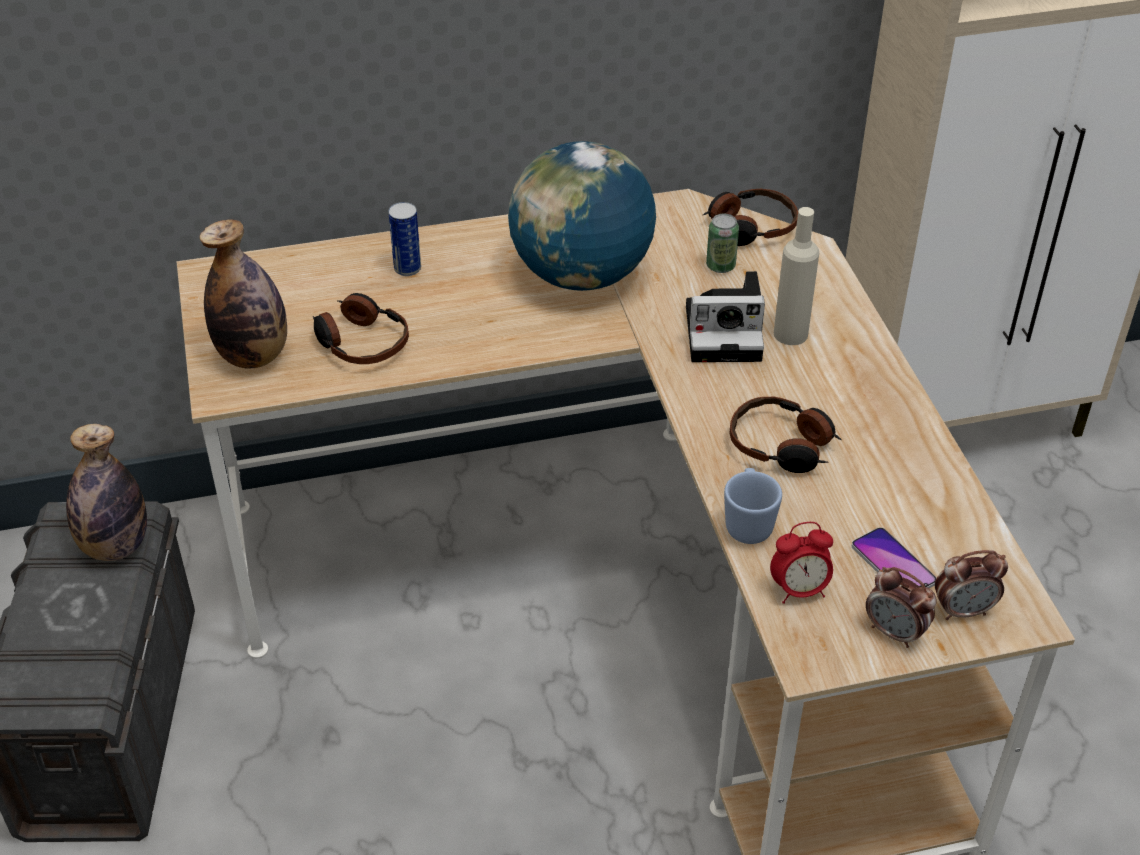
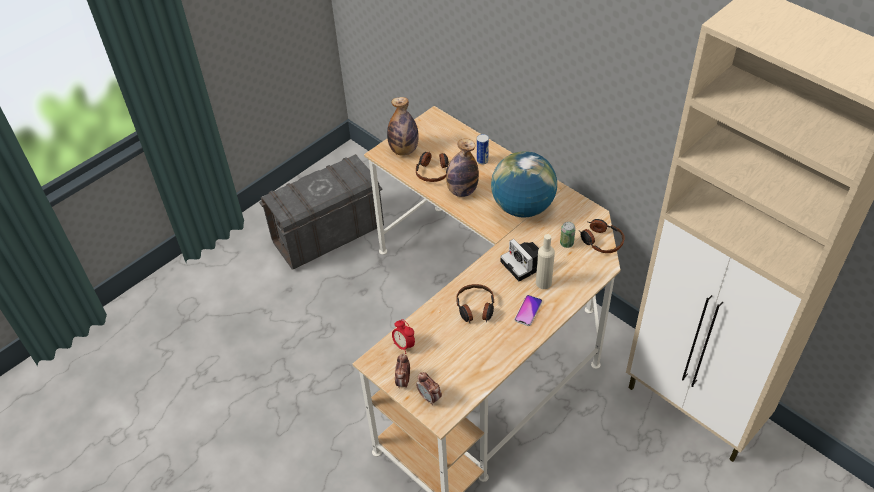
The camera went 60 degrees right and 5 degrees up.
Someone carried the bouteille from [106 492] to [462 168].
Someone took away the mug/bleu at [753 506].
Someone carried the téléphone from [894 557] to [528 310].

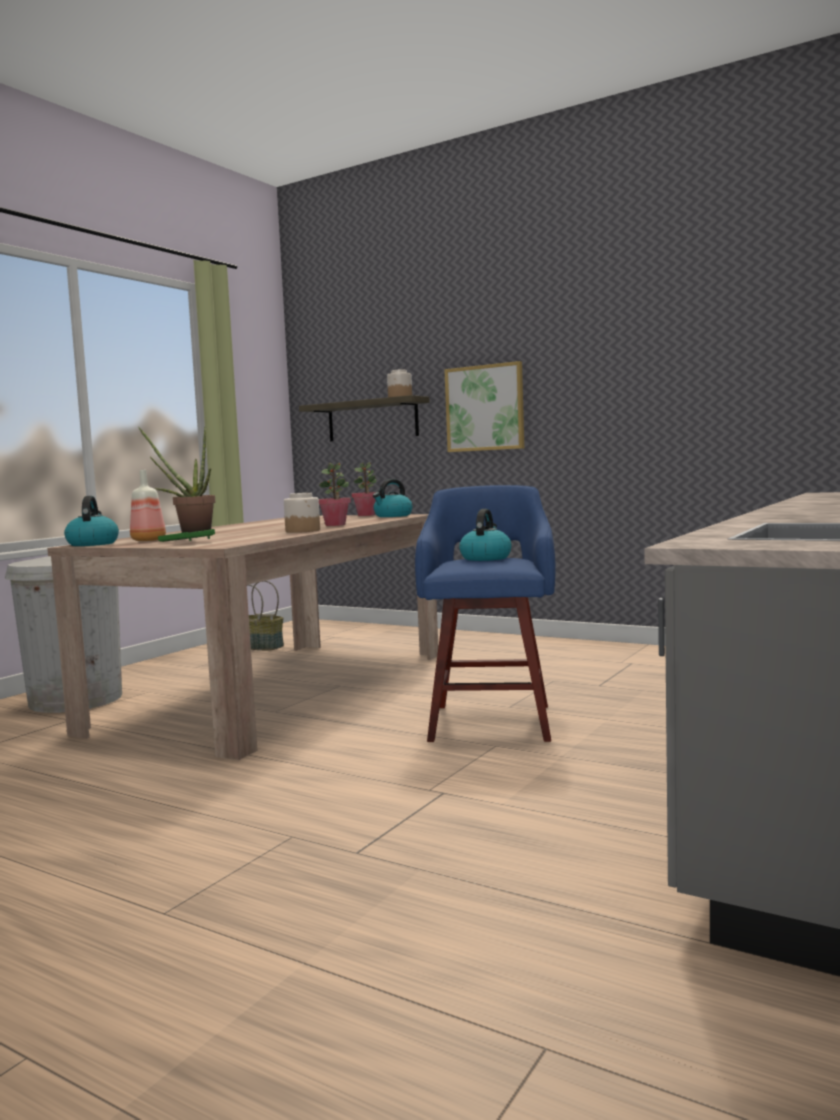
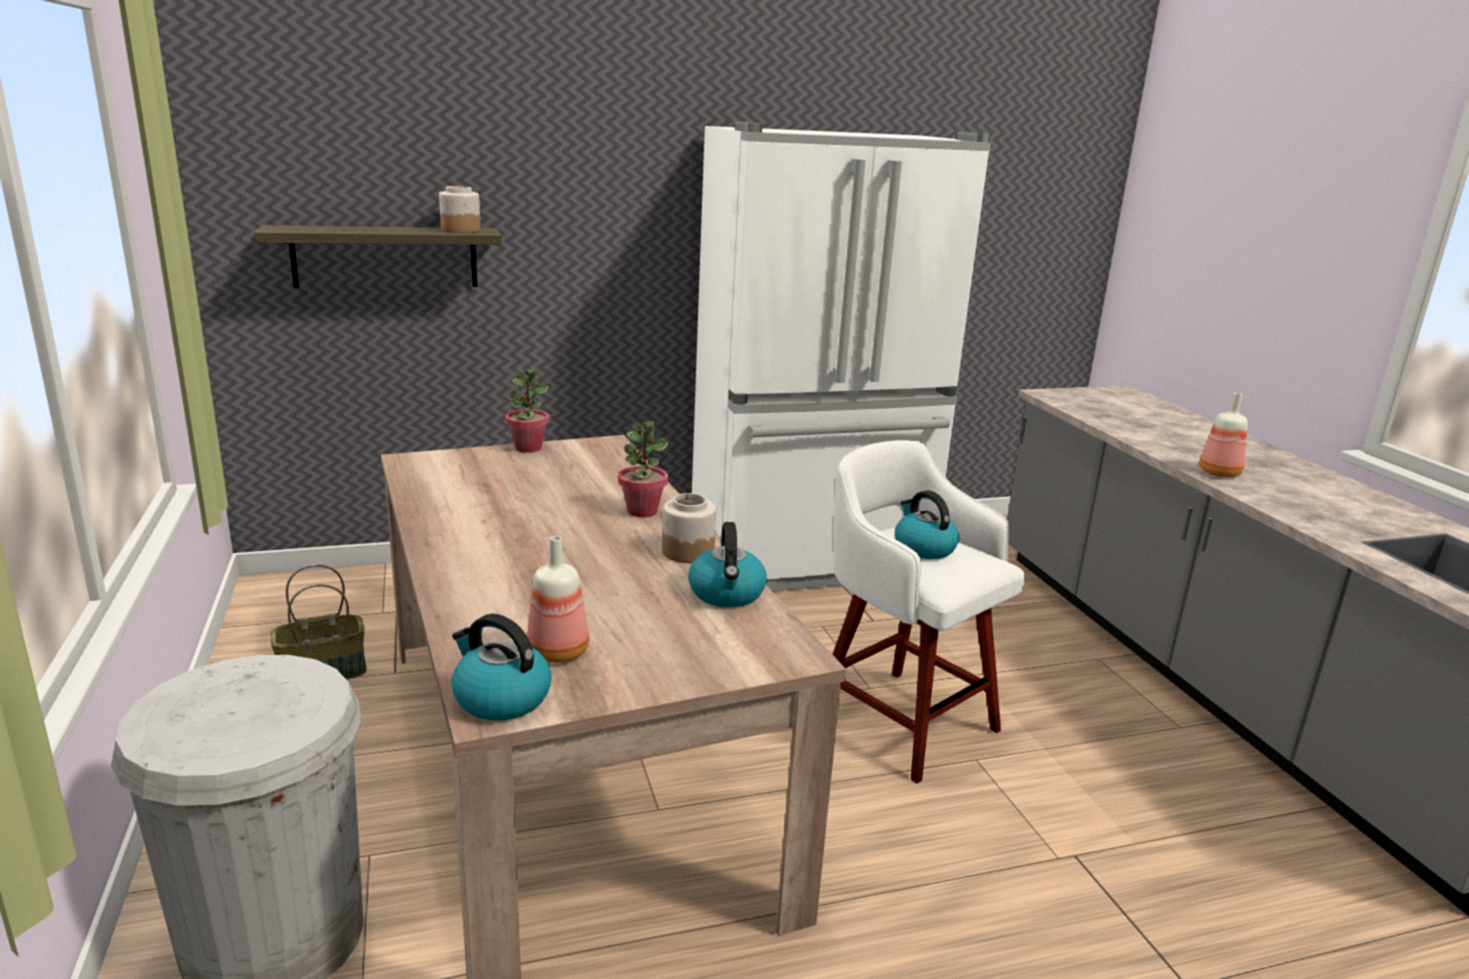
The camera went 50 degrees left and 15 degrees up.
Someone took away the plante en pot at [176 480].
Someone took away the plateau/vert at [186 535].
Someone carried the bouilloire from [392 498] to [727 565].
Someone repainted the tabouret/bleu at [485 613], which became the tabouret/blanc at [929 612].
Someone took away the tableau at [484 406].
Someone put down the réfrigérateur/blanc at [841 356].
Someone put down the bouteille at [1223 435].

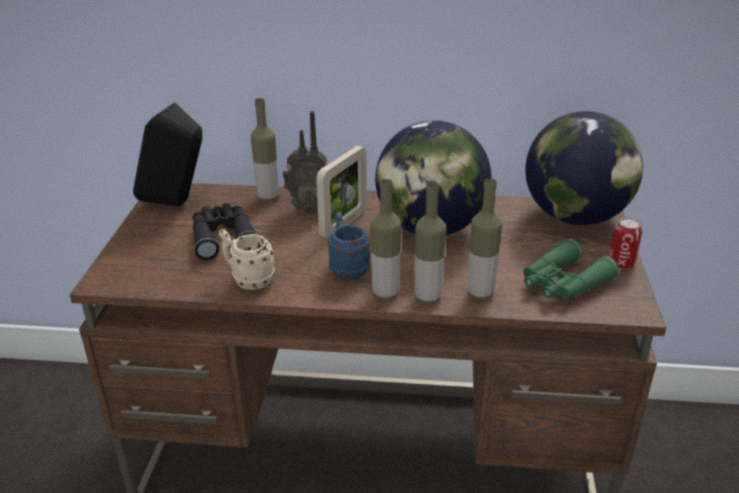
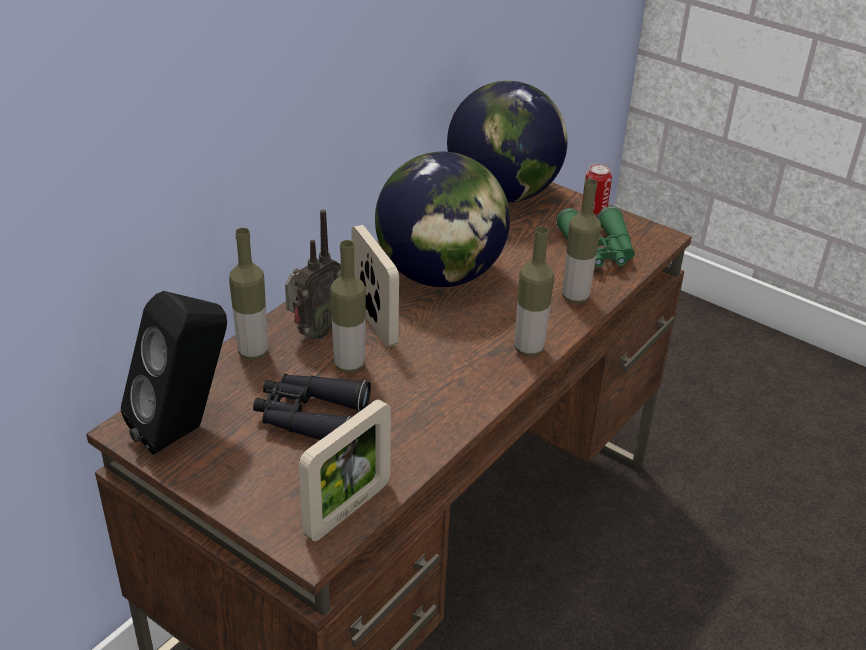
The camera went 60 degrees left and 5 degrees up.
Someone took away the mug/beige at [247 259].
Someone took away the mug/bleu at [349 246].
Someone carried the bouteille from [430 243] to [348 306].
Someone put down the cadre photo at [345 470].

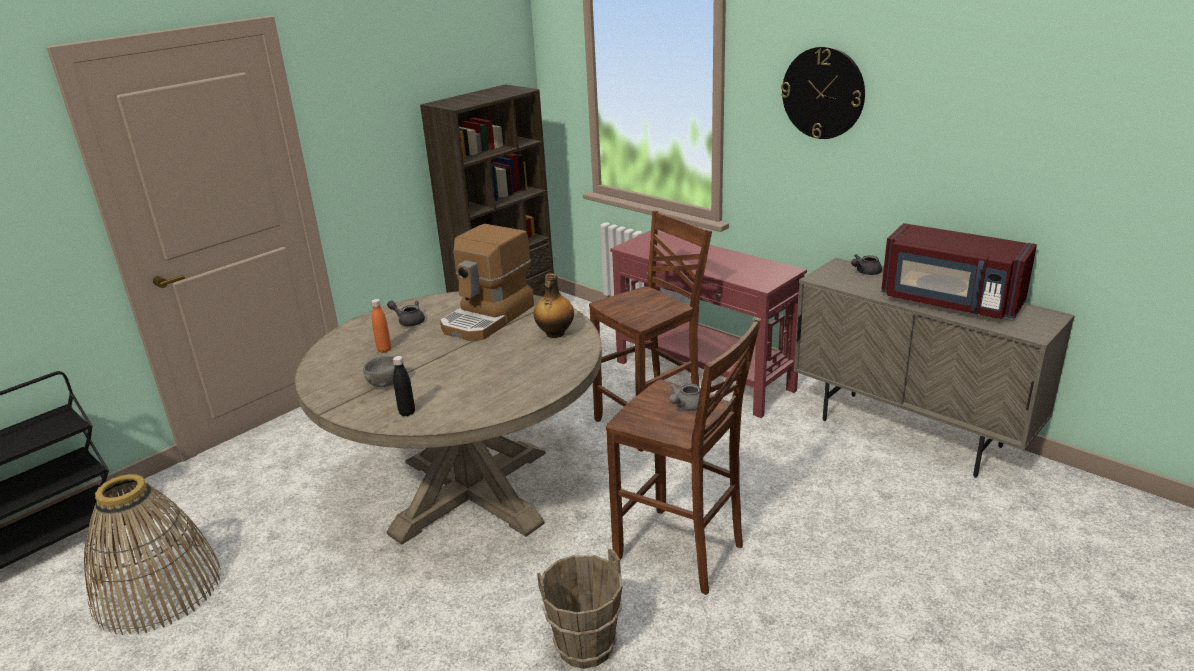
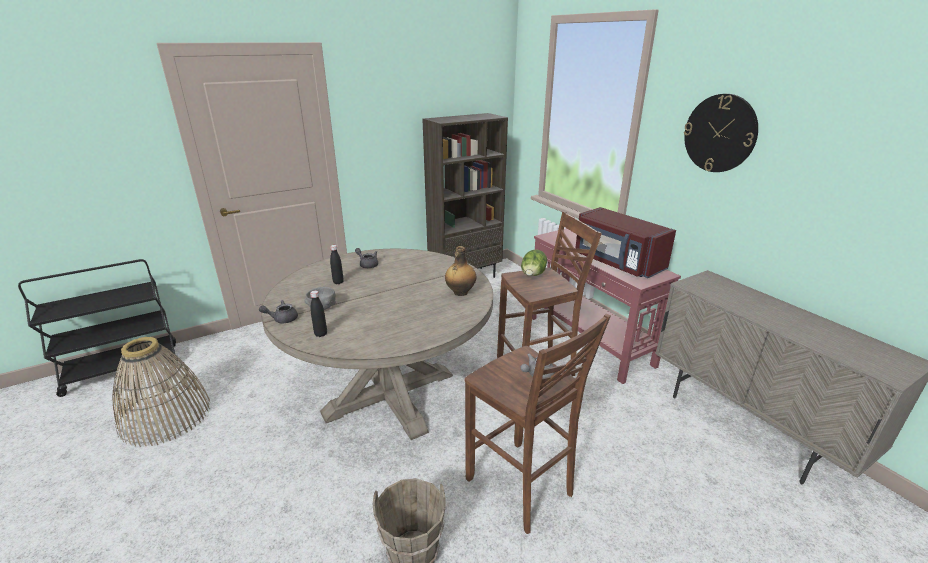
The camera went 15 degrees right and 0 degrees up.
Someone repainted the bouteille/orange at [381 326], which became the bouteille/noir at [337 264].
Someone took away the machine à café at [487 282].
Someone carried the théière/gris from [866 264] to [278 311].
Someone carried the micro-ondes/rouge from [959 271] to [626 242].
Someone put down the laitue at [534 262].

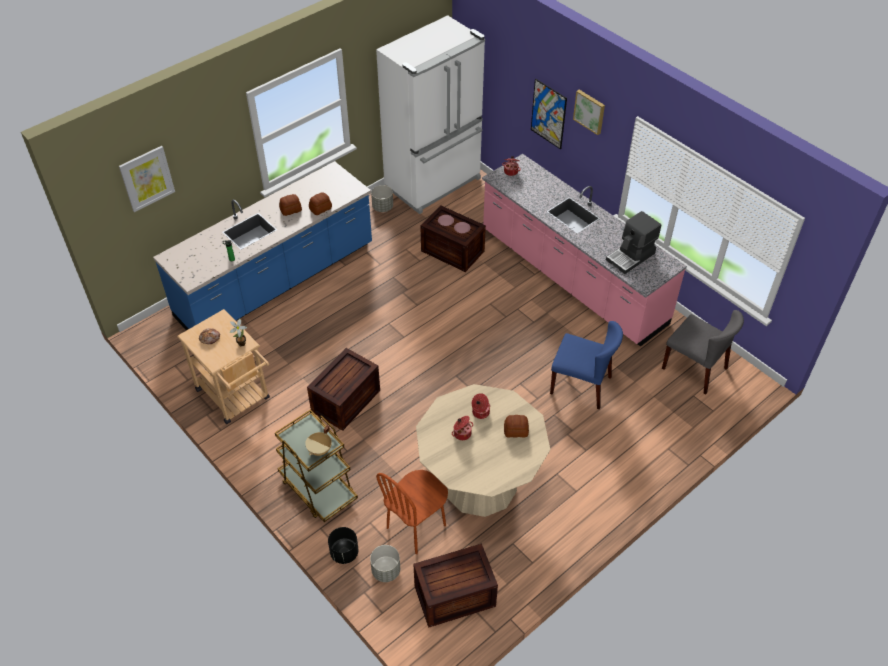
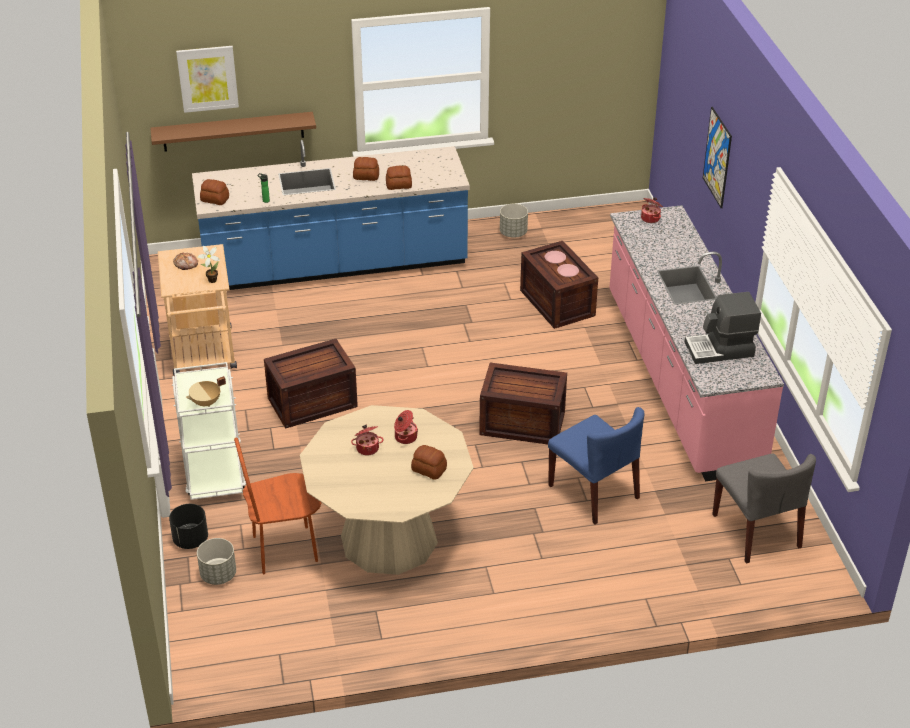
The camera went 30 degrees right and 10 degrees down.
Someone repainted the chariot/marron at [316 465], which became the chariot/blanc at [209 431].
Someone took away the réfrigérateur/blanc at [430 114].
Someone carried the caisse from [455 586] to [523 404].
Someone took away the tableau at [589 112].
Someone put up the étagère/marron at [233 132].
Someone put down the pain at [214 192].

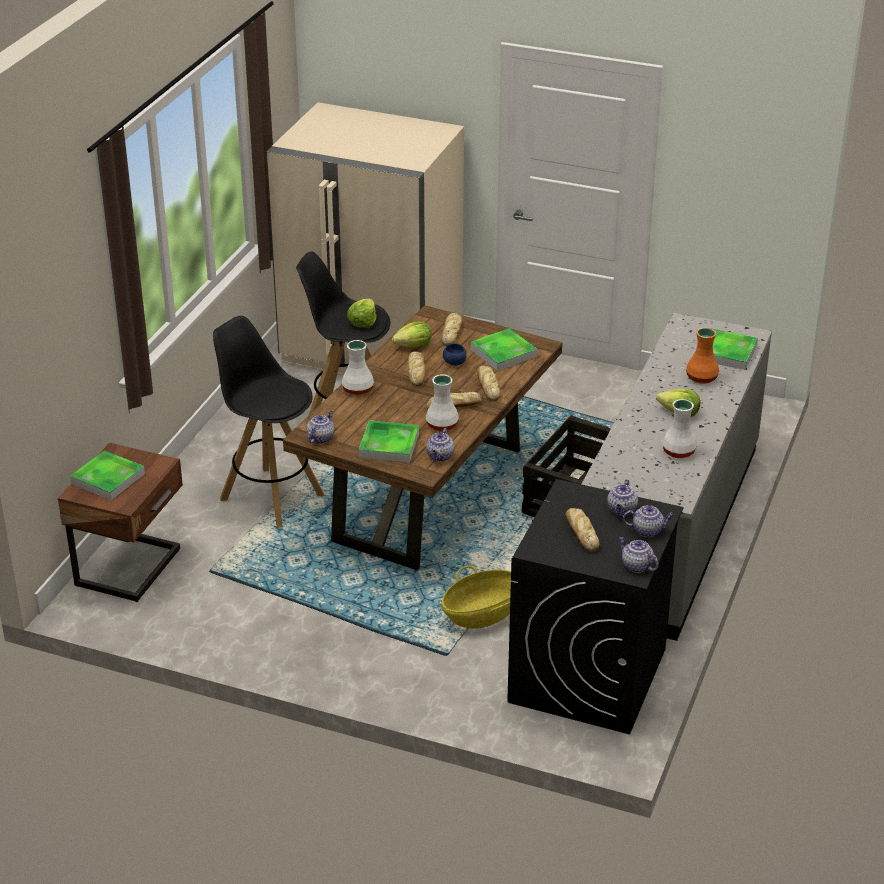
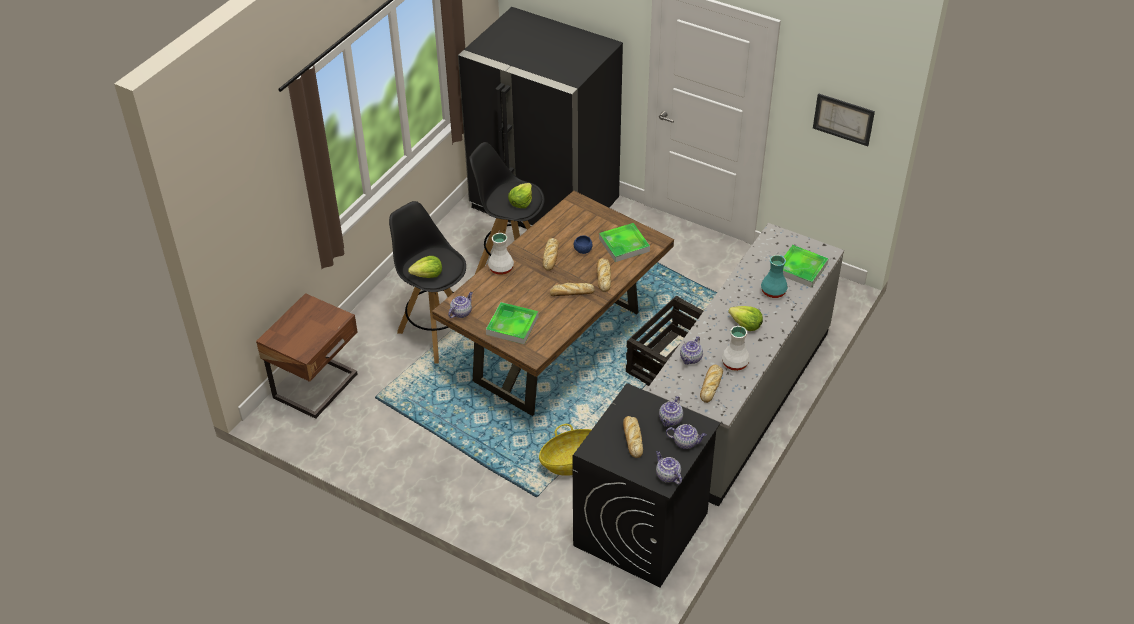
The camera went 10 degrees right and 10 degrees up.
Someone took away the plateau at [107 475].
Someone repainted the réfrigérateur/beige at [365 238], which became the réfrigérateur/noir at [540 118].
Someone carried the laitue from [411 334] to [425 267].
Someone took away the vase/blanc at [442 403].
Someone carried the théière from [440 444] to [691 350].
Someone carried the pain from [452 329] to [711 384].
Someone repainted the vase/orange at [702 356], which became the vase/turquoise at [774 276].
Someone put up the tableau at [844 119].

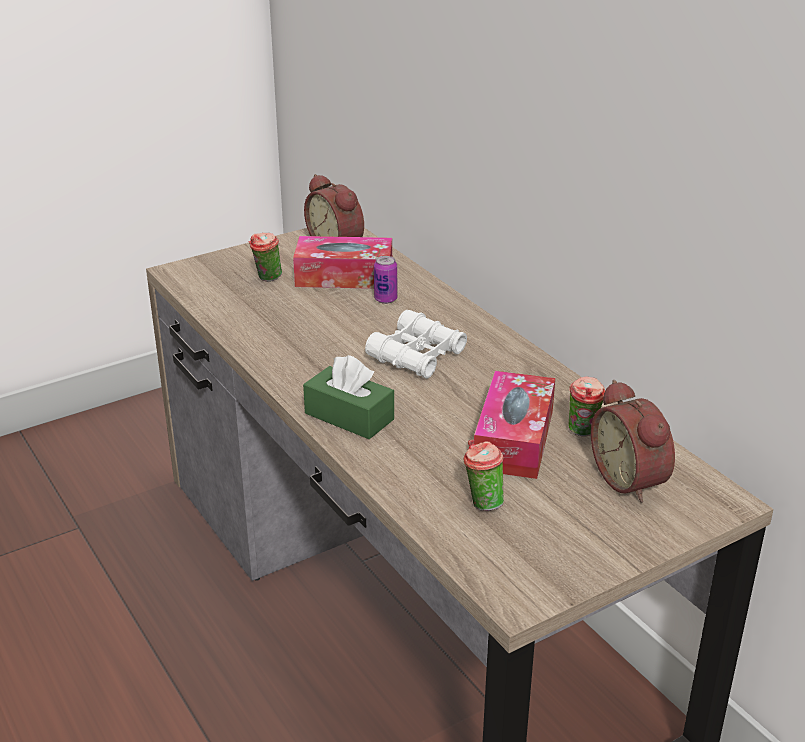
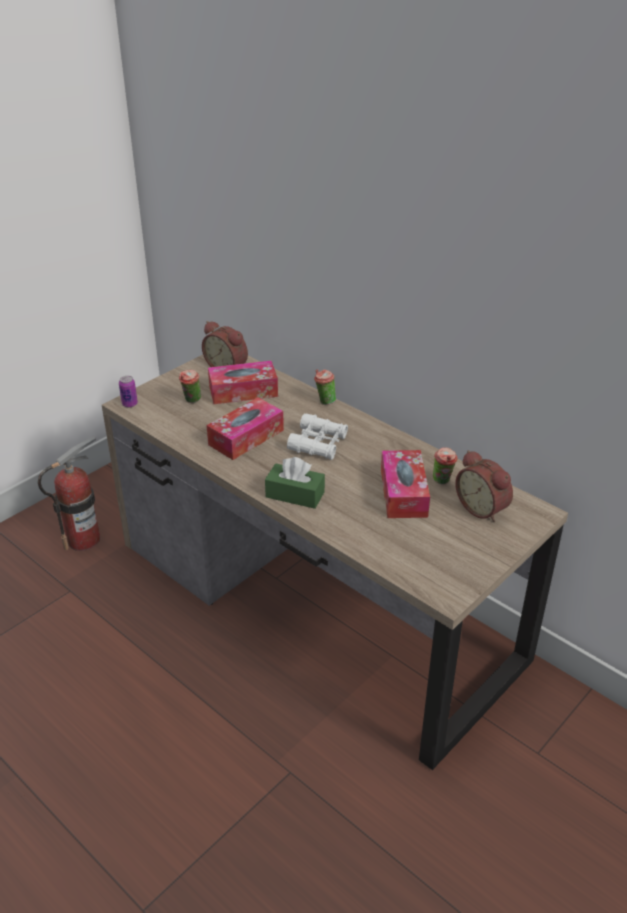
The camera went 15 degrees left and 5 degrees up.
Someone carried the boîte métallique from [385 280] to [128 392].
Someone carried the tasse from [484 475] to [325 387].
Someone put down the extincteur at [69 493].
Someone put down the boîte à mouchoirs at [245 428].

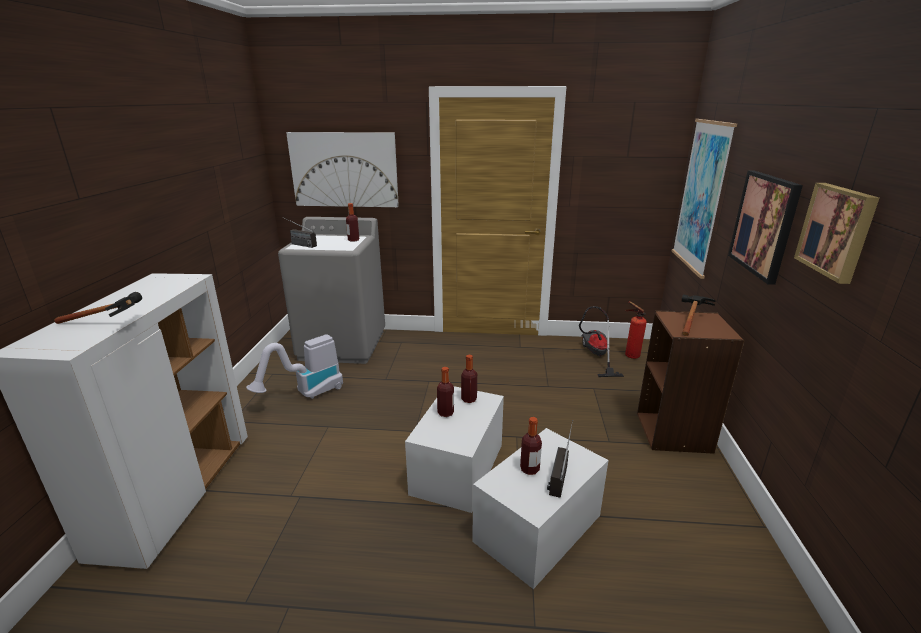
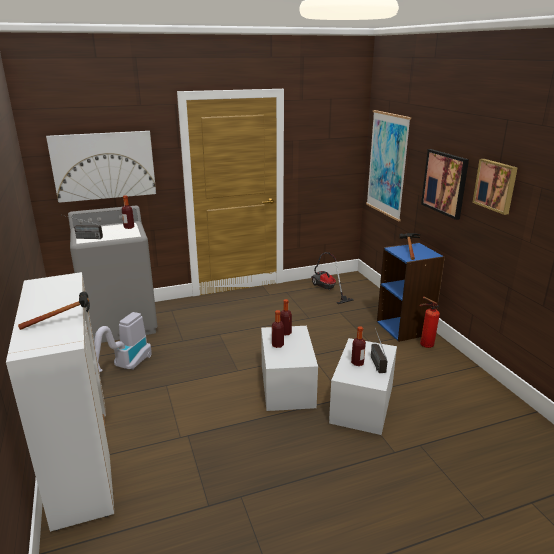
The camera went 25 degrees left and 0 degrees up.
Someone carried the extincteur from [636 330] to [430 322].
Someone repainted the bibliothèque/marron at [690 382], which became the bibliothèque/bleu at [411 292].

